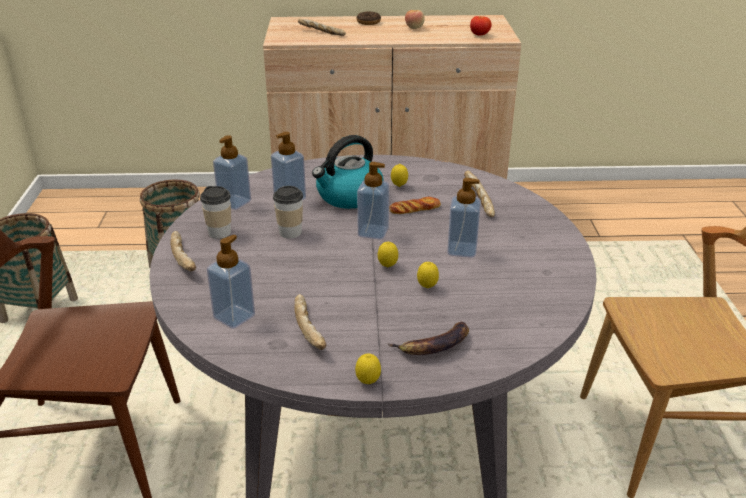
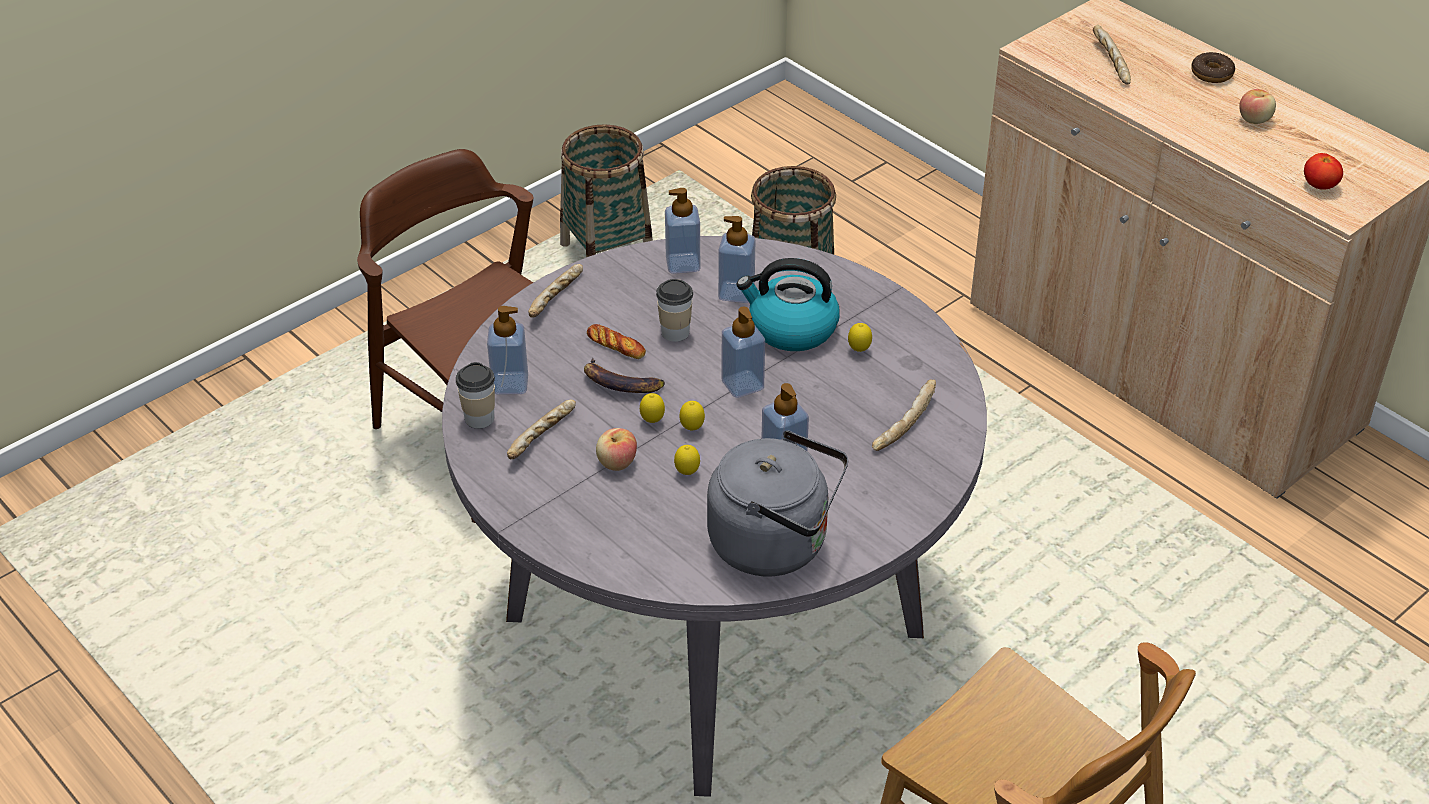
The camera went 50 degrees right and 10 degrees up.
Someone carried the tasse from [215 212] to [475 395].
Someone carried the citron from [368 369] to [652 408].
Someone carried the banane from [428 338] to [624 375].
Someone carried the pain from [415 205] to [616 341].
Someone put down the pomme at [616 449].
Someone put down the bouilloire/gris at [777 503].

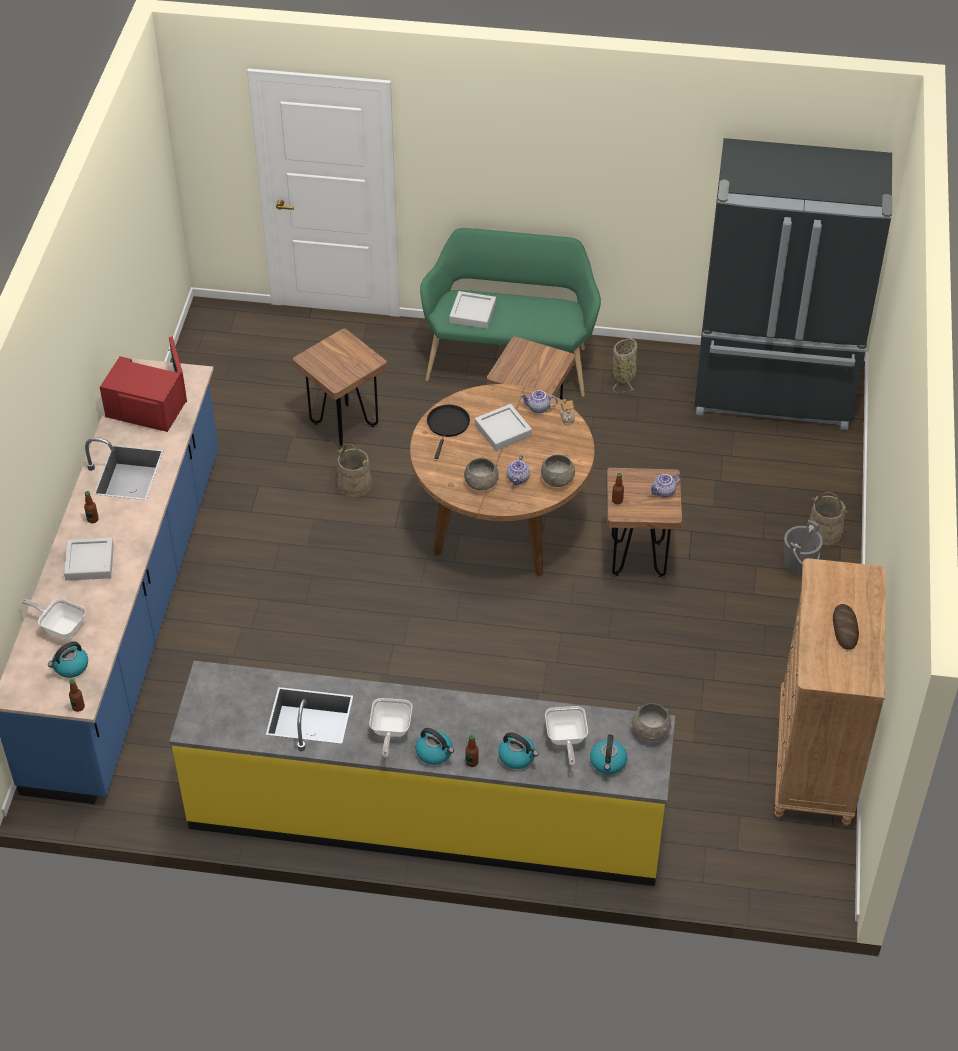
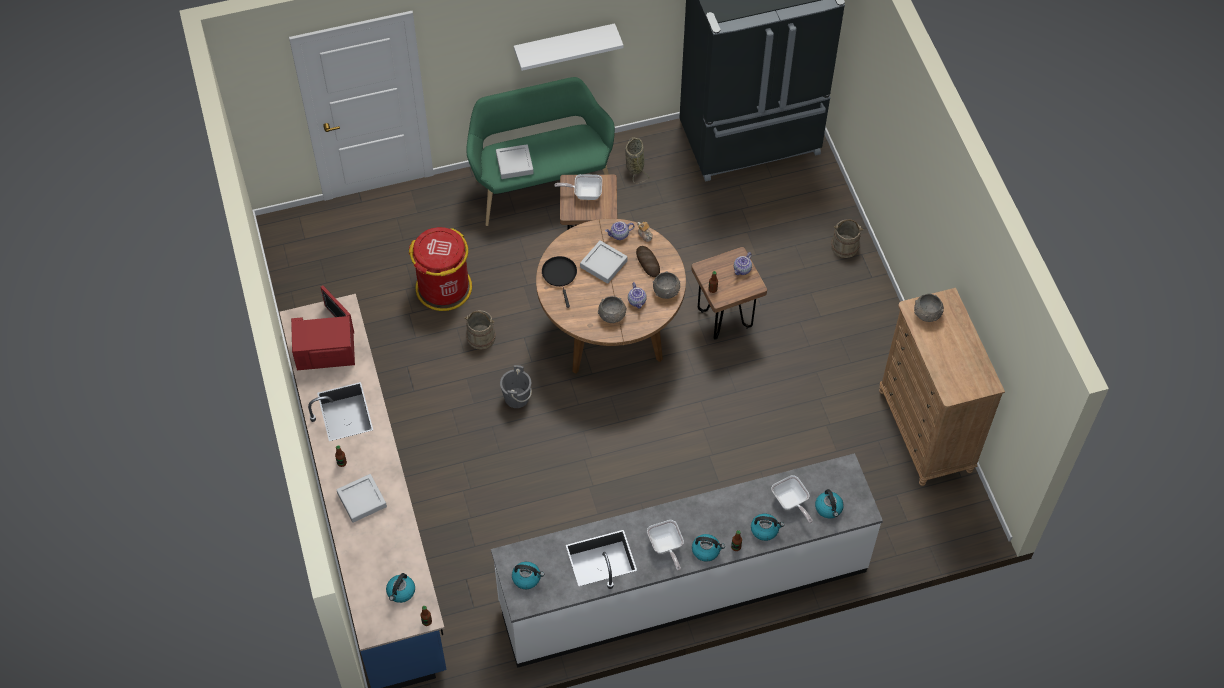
The camera went 25 degrees left and 10 degrees up.
Someone carried the poêle from [54 619] to [578 187].
Someone repainted the comptoir de cuisine/jaune at [422 773], which became the comptoir de cuisine/blanc at [687 560].
Someone swapped the tabouret/marron at [340 387] for the poubelle/rouge at [440 269].
Someone carried the bol/gris from [651 722] to [929 308].
Someone carried the seau/gris from [803 547] to [516 386].
Someone carried the pain from [846 627] to [648 261].
Someone put down the bouilloire at [528 575].
Someone put up the étagère/blanc at [568 47].

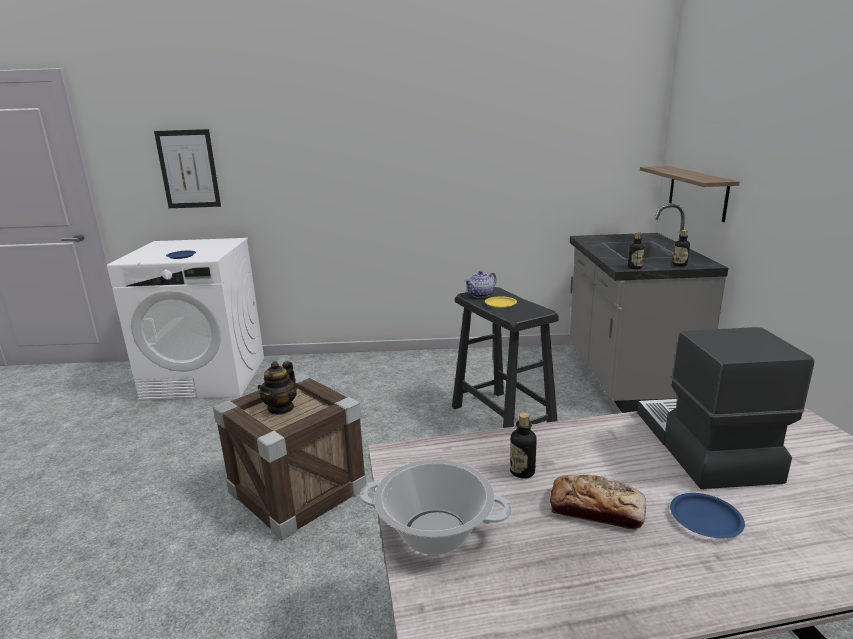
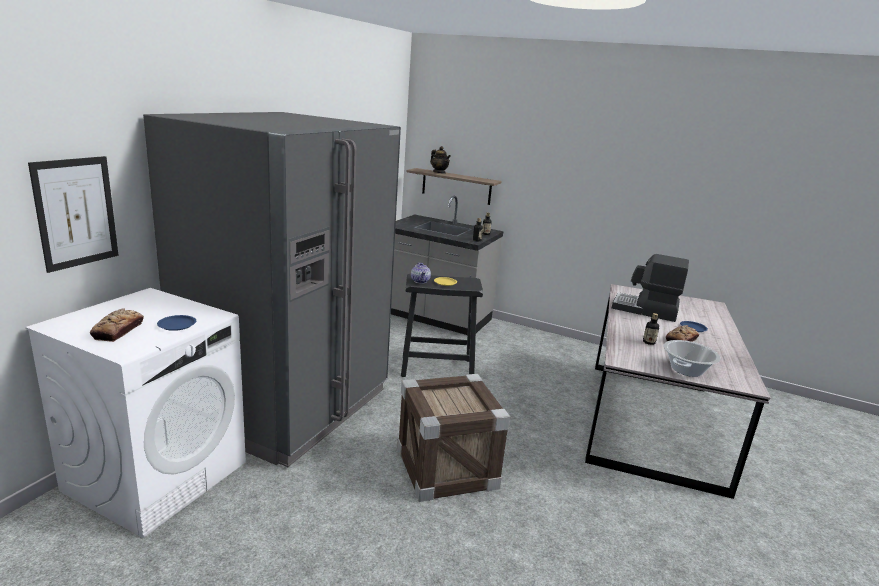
The camera went 65 degrees left and 0 degrees up.
Someone carried the théière from [277 388] to [440 160].
Someone put down the pain at [117 325].
Someone put down the réfrigérateur/gris at [272 289].

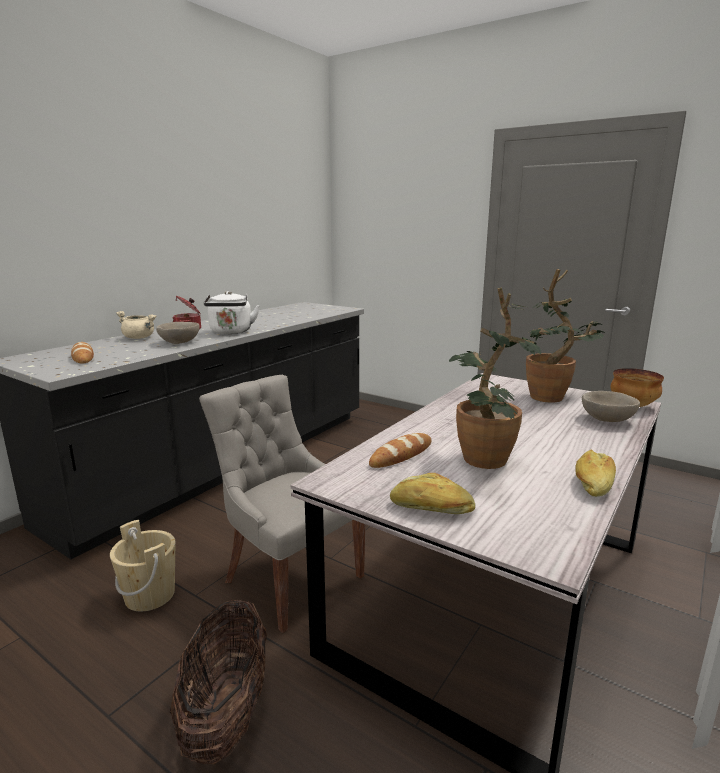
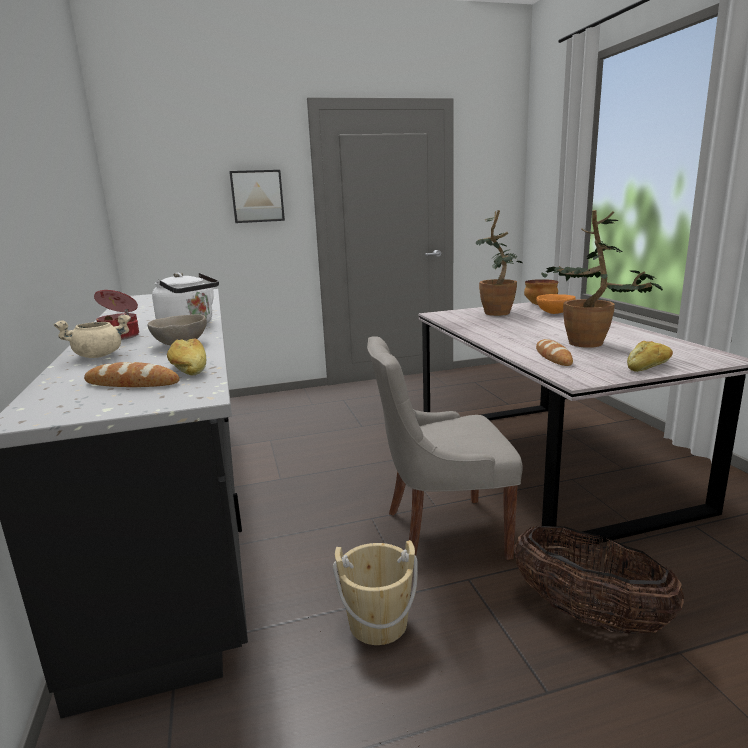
The camera went 50 degrees left and 0 degrees up.
Someone carried the pain from [596 473] to [186 357].
Someone repainted the bol/beige at [611 406], which became the bol/orange at [555 304].
Someone put up the tableau at [257 196].

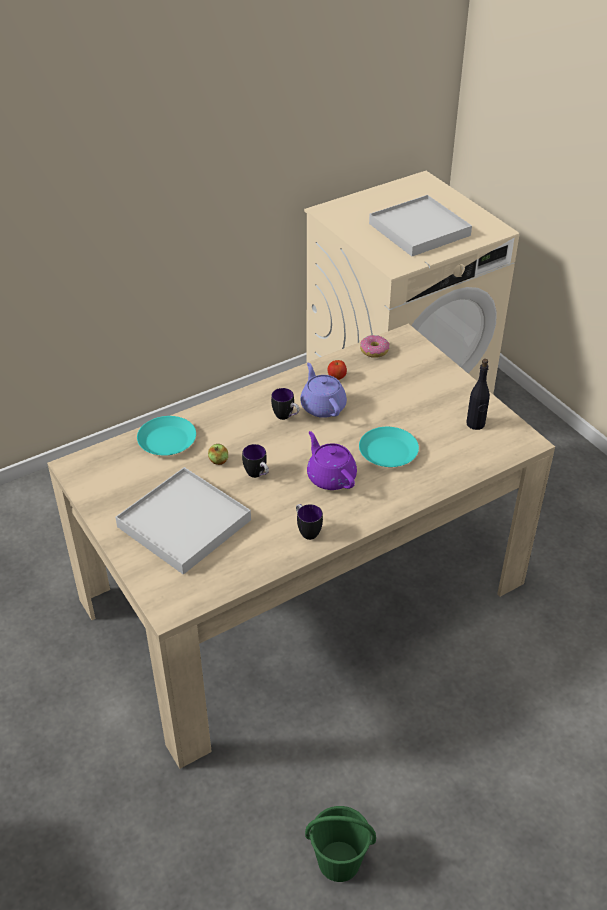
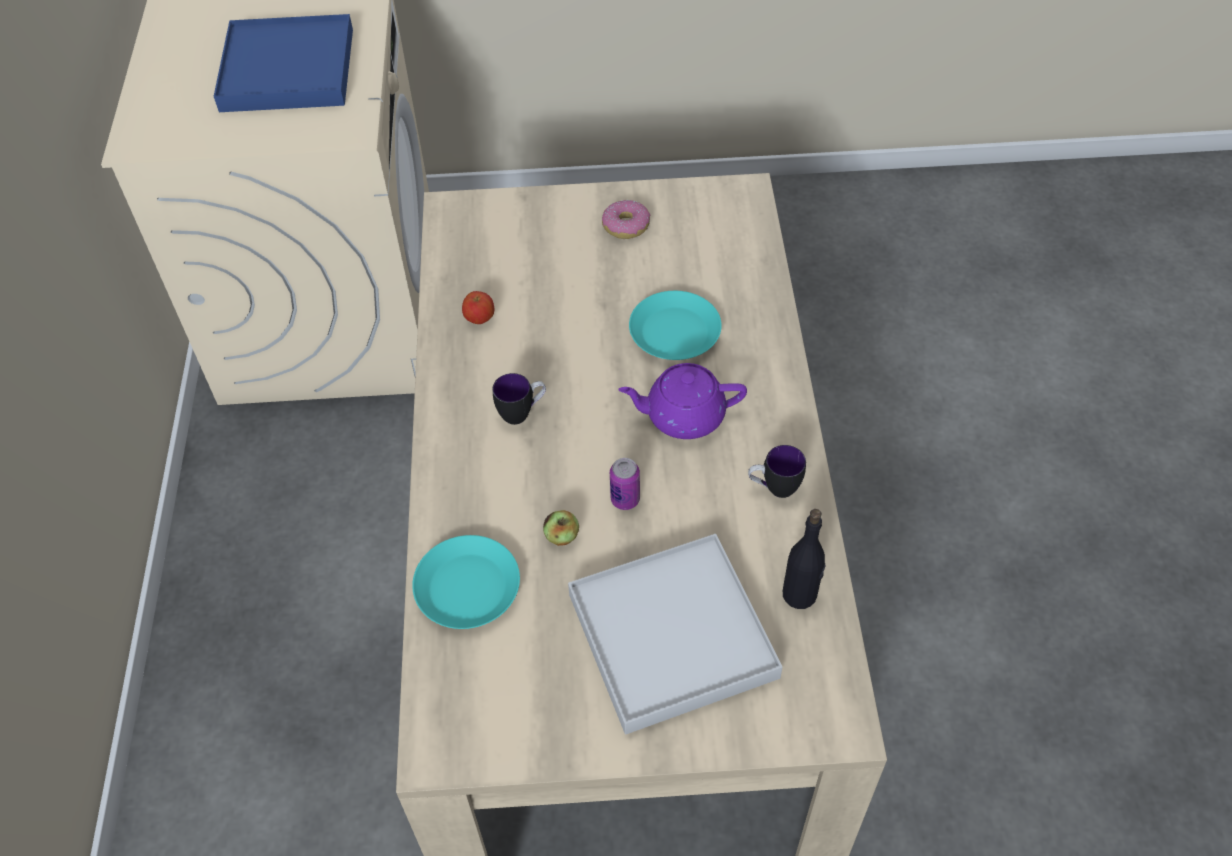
The camera went 60 degrees left and 10 degrees up.
Someone swapped the mug at [255 461] for the boîte métallique at [625 484].
Someone took away the théière/violet at [323 390].
Someone took away the seau/vert at [340 844].
Someone carried the beignet from [375 346] to [626 219].
Someone repainted the plateau/blanc at [420 225], which became the plateau/bleu at [283 63].
Someone carried the bouteille/noir from [478 394] to [804 559].

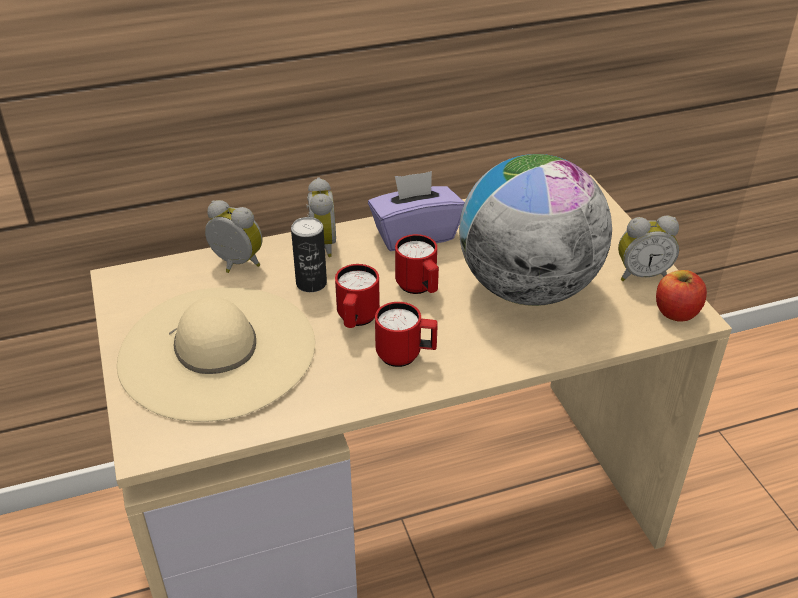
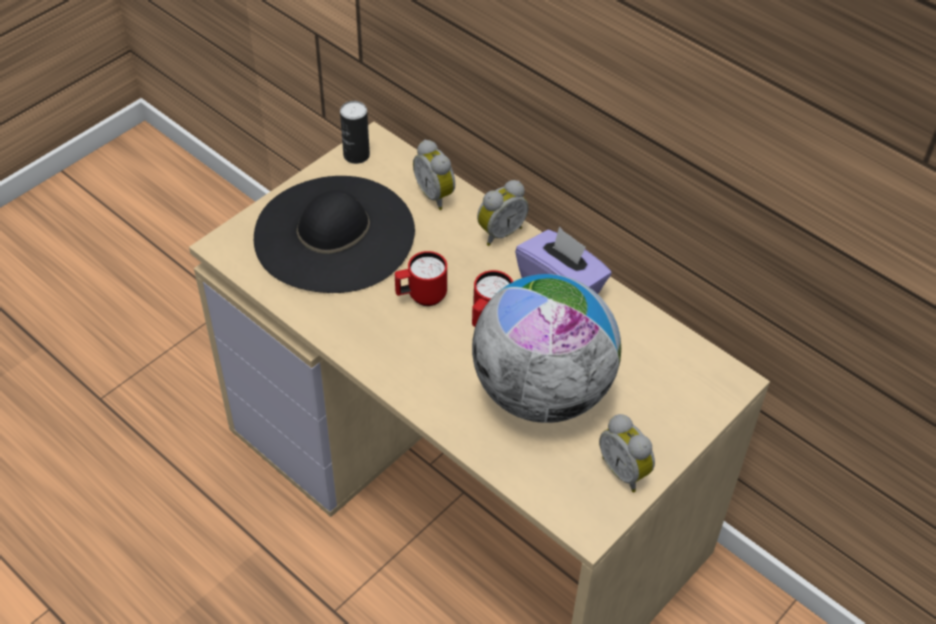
The camera went 60 degrees right and 10 degrees up.
Someone repainted the chapeau/beige at [216 354], which became the chapeau/noir at [334 234].
Someone rotated the réveil at [233 236] by 150 degrees clockwise.
Someone carried the boîte métallique from [309 254] to [355 132].
Someone took away the mug/rouge at [406 334].
Someone took away the pomme at [681 296].

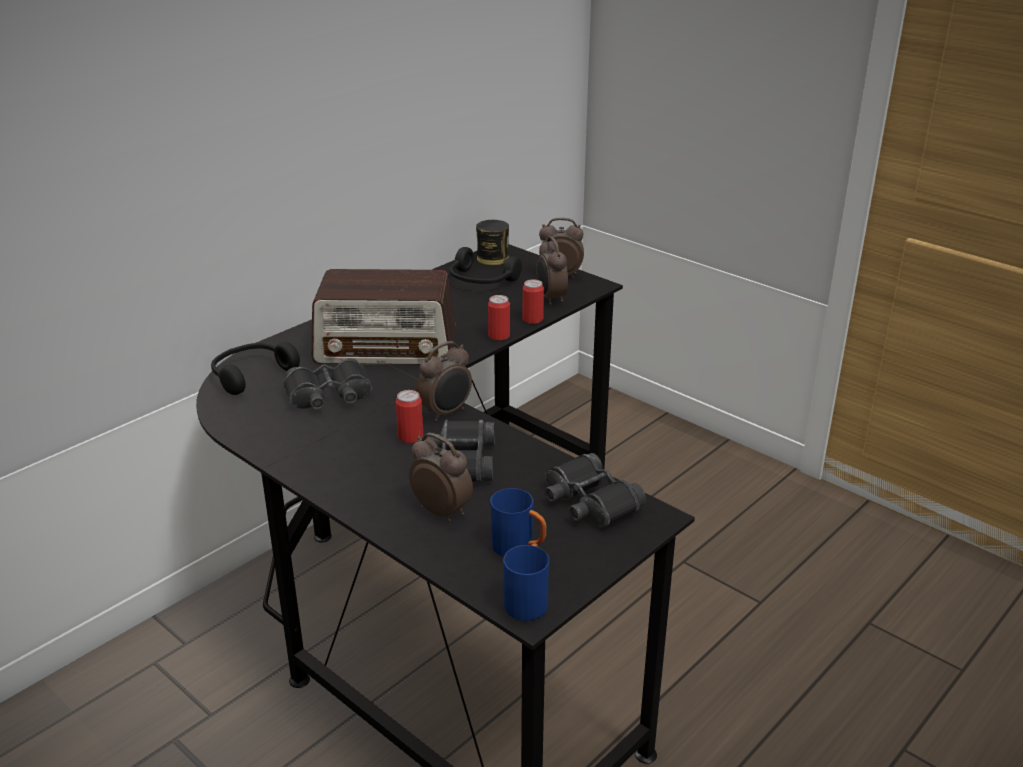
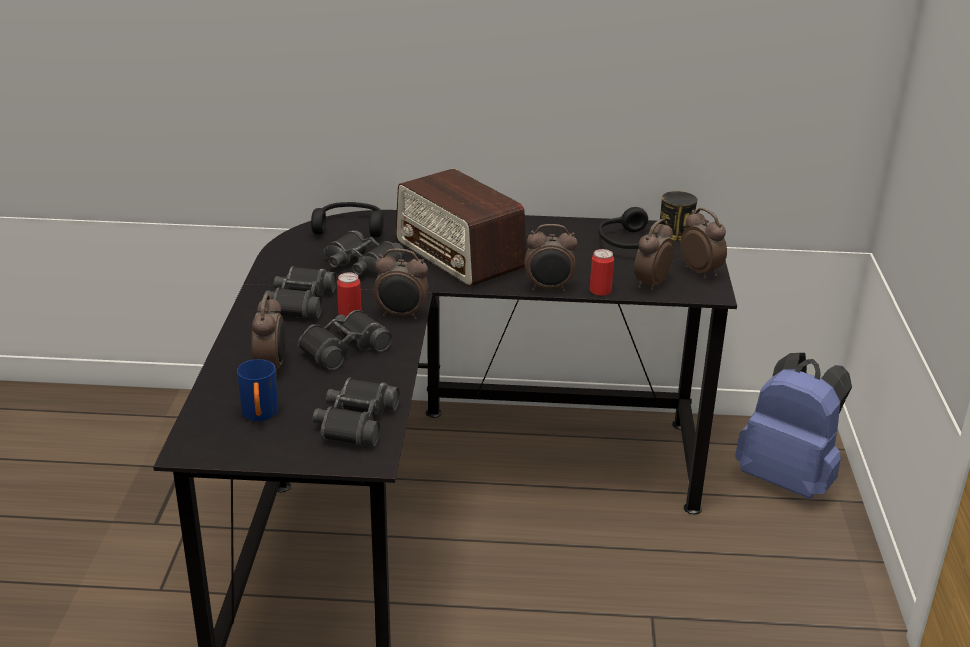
The camera went 50 degrees right and 0 degrees up.
Someone swapped the boîte métallique at [499 318] for the réveil at [551 257].
Someone took away the mug/bleu at [526 582].
Someone put down the jumelles/noir at [300 292].
Someone put down the sac à dos/bleu at [793 426].

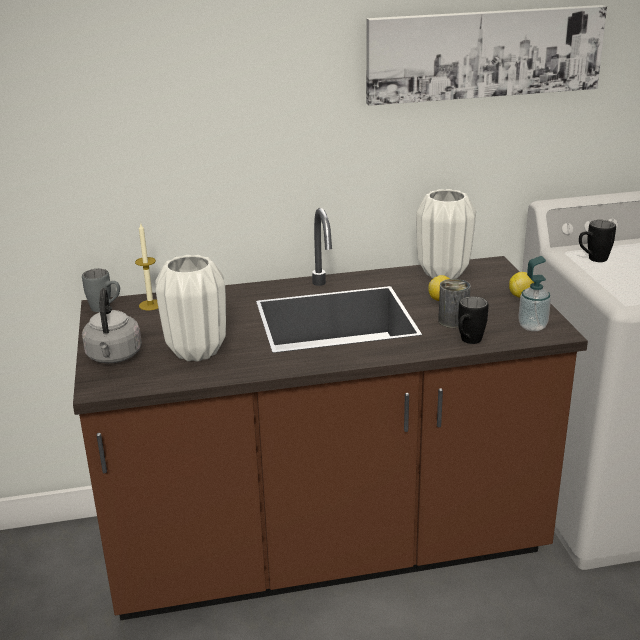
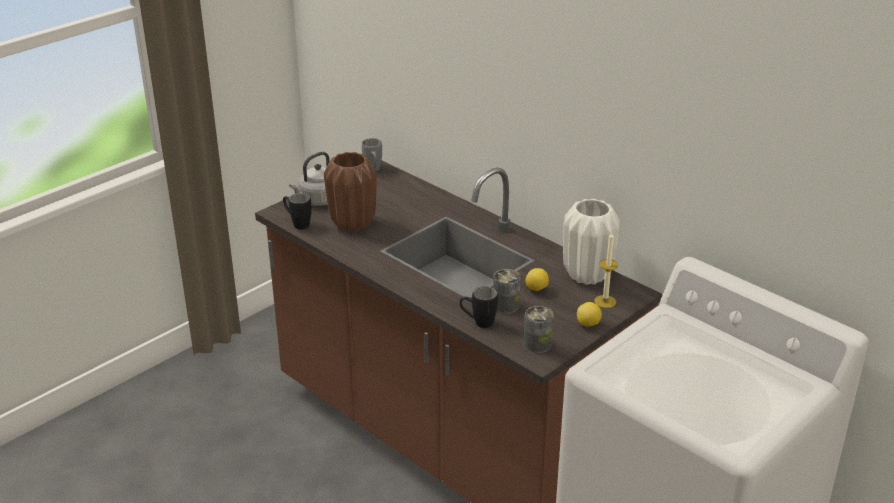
The camera went 55 degrees right and 5 degrees up.
Someone carried the bougie from [146 266] to [606 270].
Someone repainted the vase/blanc at [190 308], which became the vase/marron at [350 192].
Someone took away the tableau at [486 55].
Someone swapped the distributeur de savon at [534 293] for the boîte métallique at [539 329].
Someone carried the mug/noir from [597 241] to [297 211].

